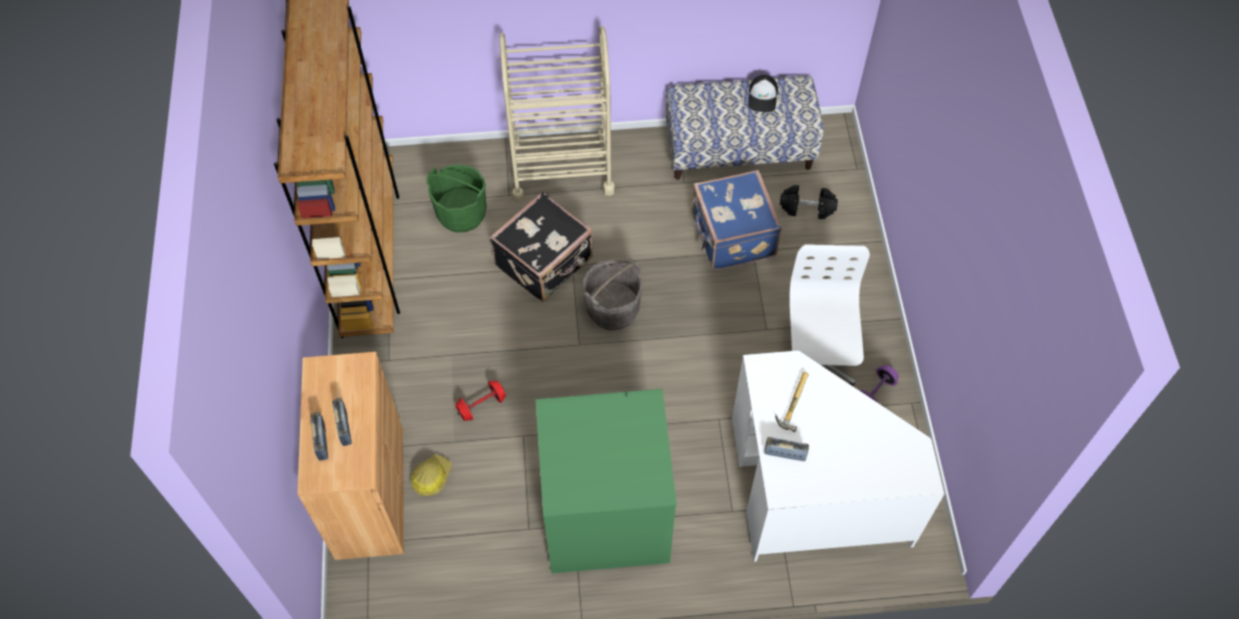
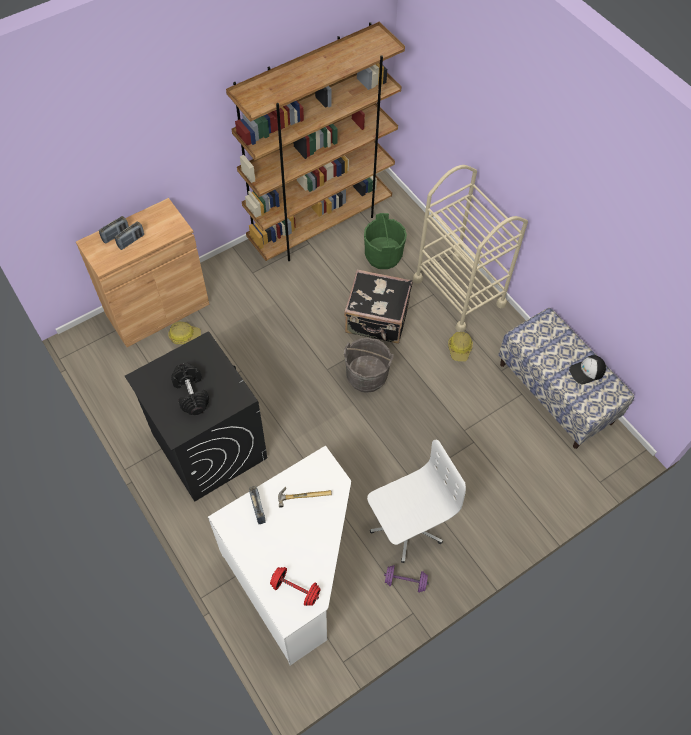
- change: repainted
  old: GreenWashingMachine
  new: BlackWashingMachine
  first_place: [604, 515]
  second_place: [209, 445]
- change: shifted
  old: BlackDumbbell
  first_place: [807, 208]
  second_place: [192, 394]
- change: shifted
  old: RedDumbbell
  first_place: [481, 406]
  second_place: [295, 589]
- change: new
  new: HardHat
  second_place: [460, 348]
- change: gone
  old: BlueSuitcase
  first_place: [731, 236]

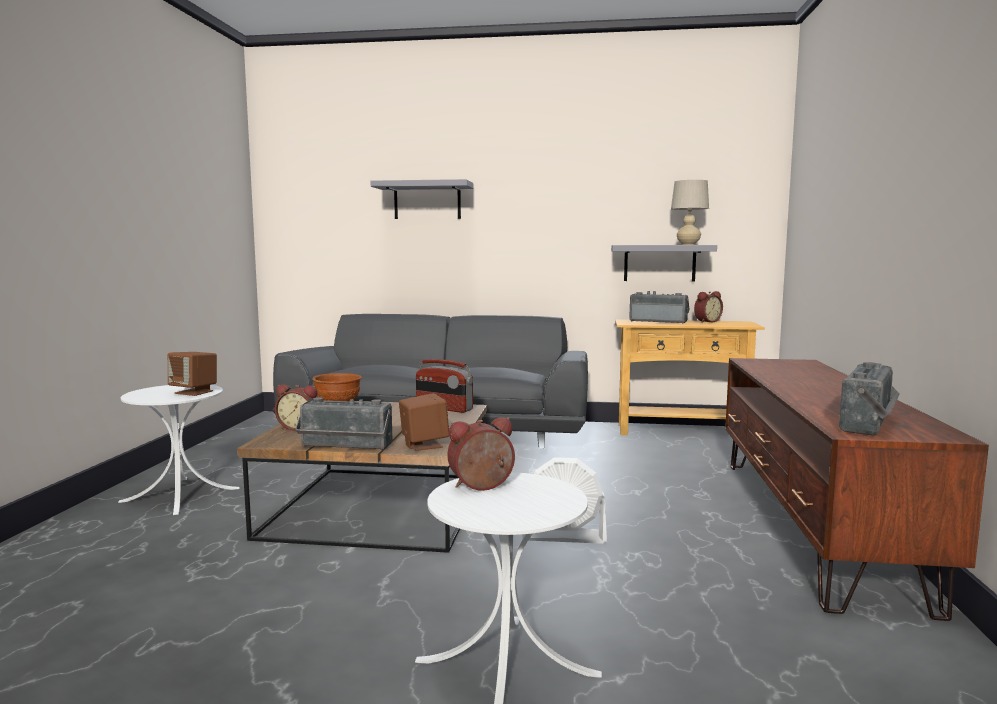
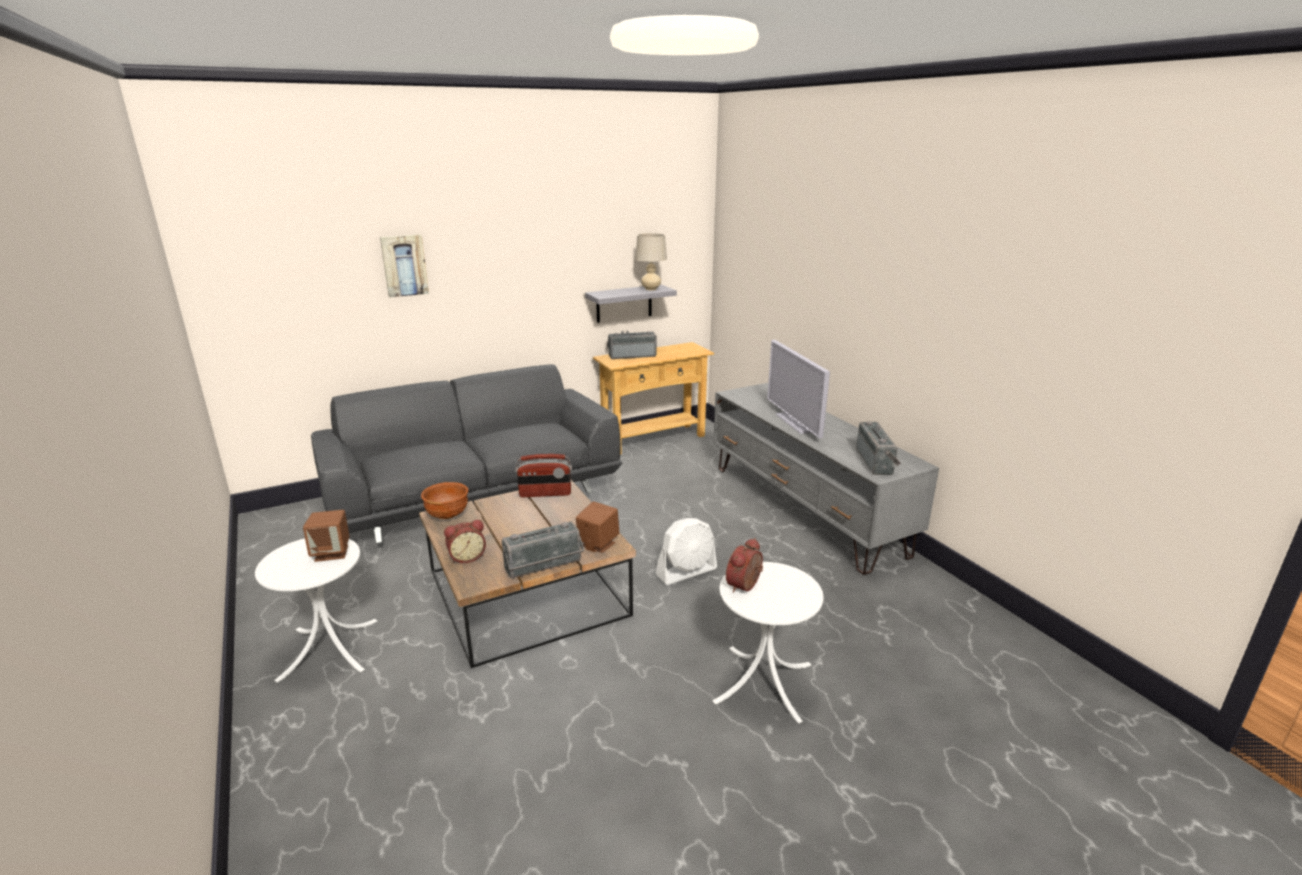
- change: swapped
  old: GreyShelf
  new: Picture
  first_place: [427, 201]
  second_place: [404, 265]
- change: repainted
  old: BrownTvStand
  new: GreyTvStand
  first_place: [812, 524]
  second_place: [805, 509]
- change: new
  new: Television
  second_place: [796, 422]
- change: gone
  old: AlarmClock
  first_place: [706, 321]

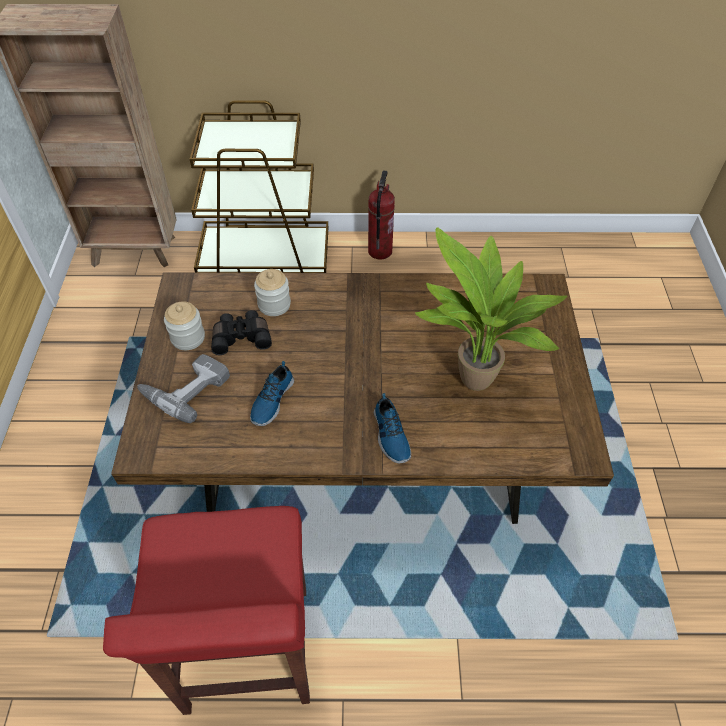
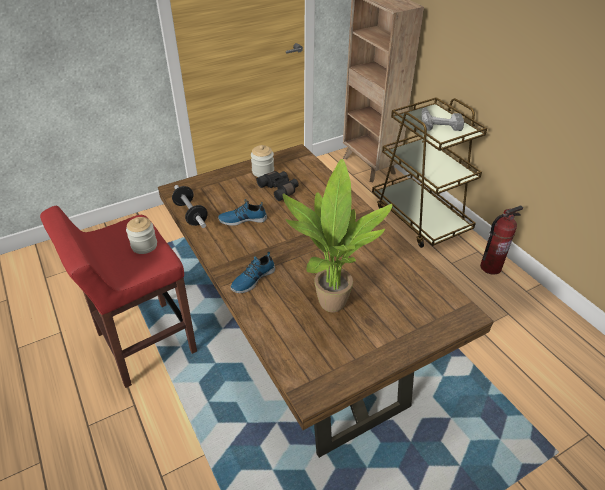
- change: shifted
  old: Jar
  first_place: [274, 305]
  second_place: [144, 246]
- change: new
  new: Dumbbell
  second_place: [191, 214]
- change: shifted
  old: PowerDrill
  first_place: [185, 388]
  second_place: [440, 123]

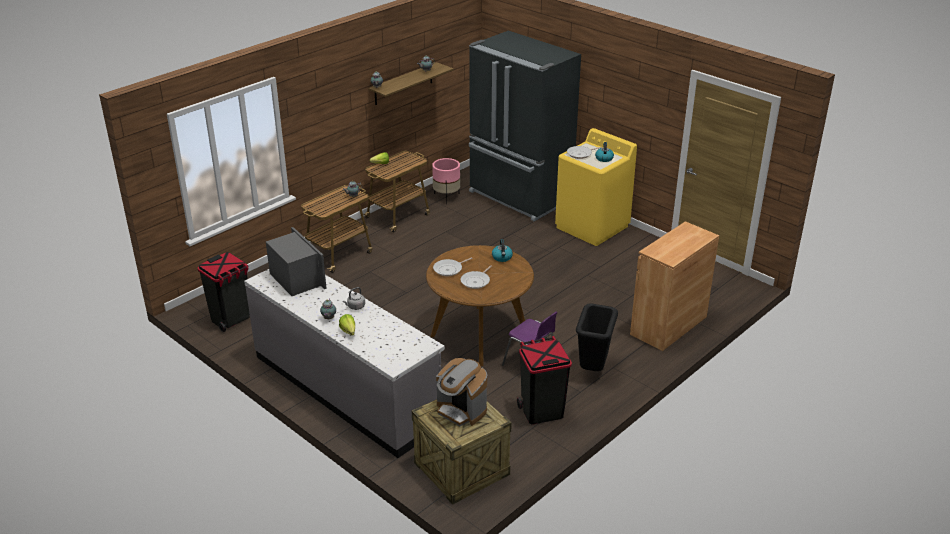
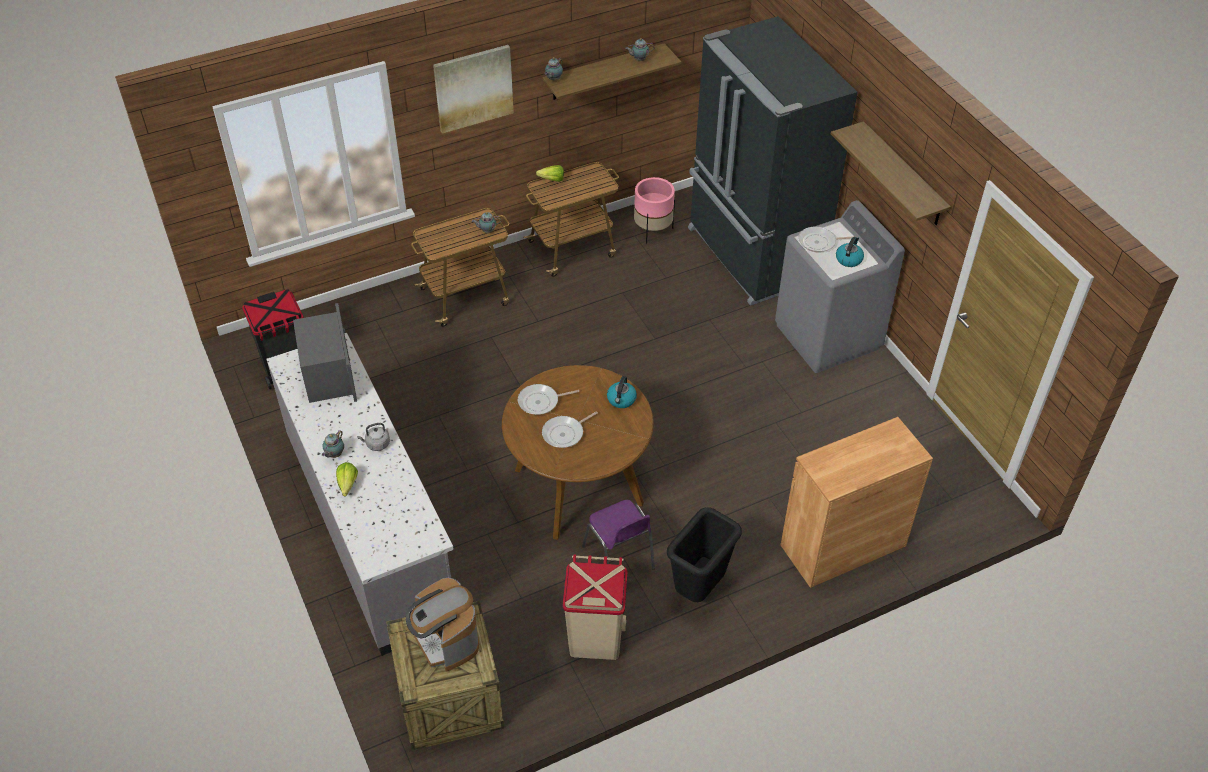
- change: new
  new: Picture
  second_place: [473, 88]
- change: repainted
  old: BlackTrashCan
  new: BeigeTrashCan
  first_place: [541, 411]
  second_place: [595, 639]
- change: repainted
  old: YellowWashingMachine
  new: GreyWashingMachine
  first_place: [592, 227]
  second_place: [828, 337]
- change: new
  new: Shelf
  second_place: [903, 175]

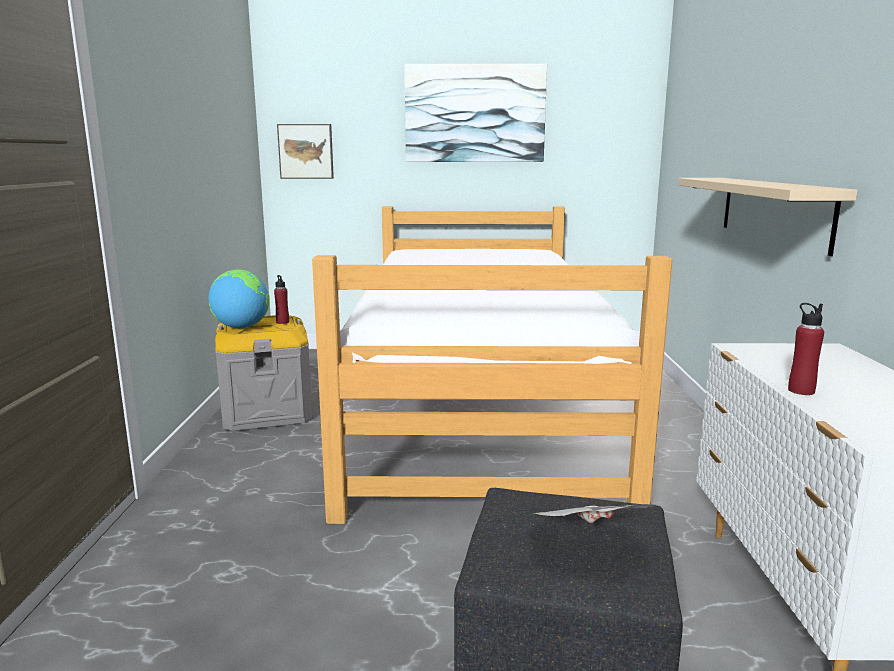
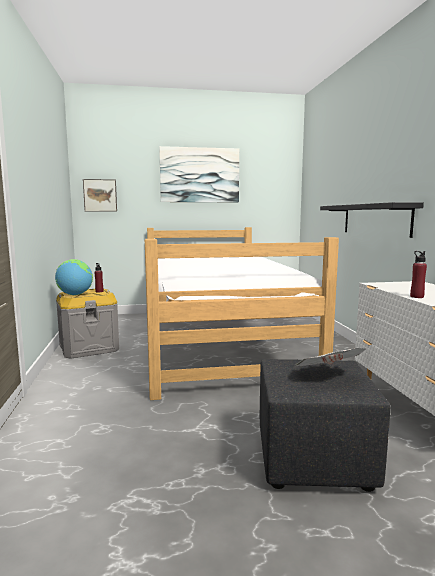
- change: repainted
  old: BeigeShelf
  new: BlackShelf
  first_place: [773, 211]
  second_place: [375, 219]

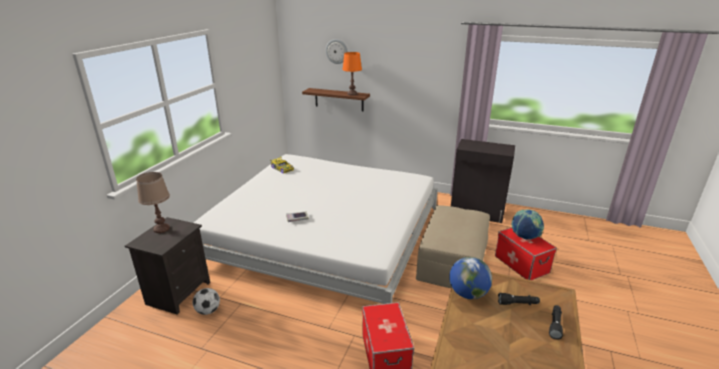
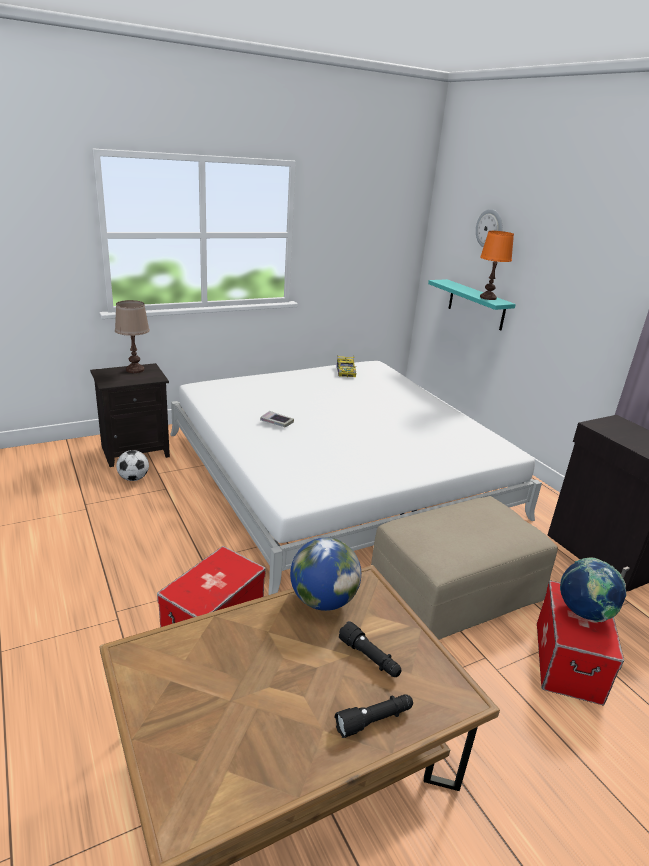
- change: repainted
  old: BrownShelf
  new: TurquoiseShelf
  first_place: [339, 99]
  second_place: [476, 304]

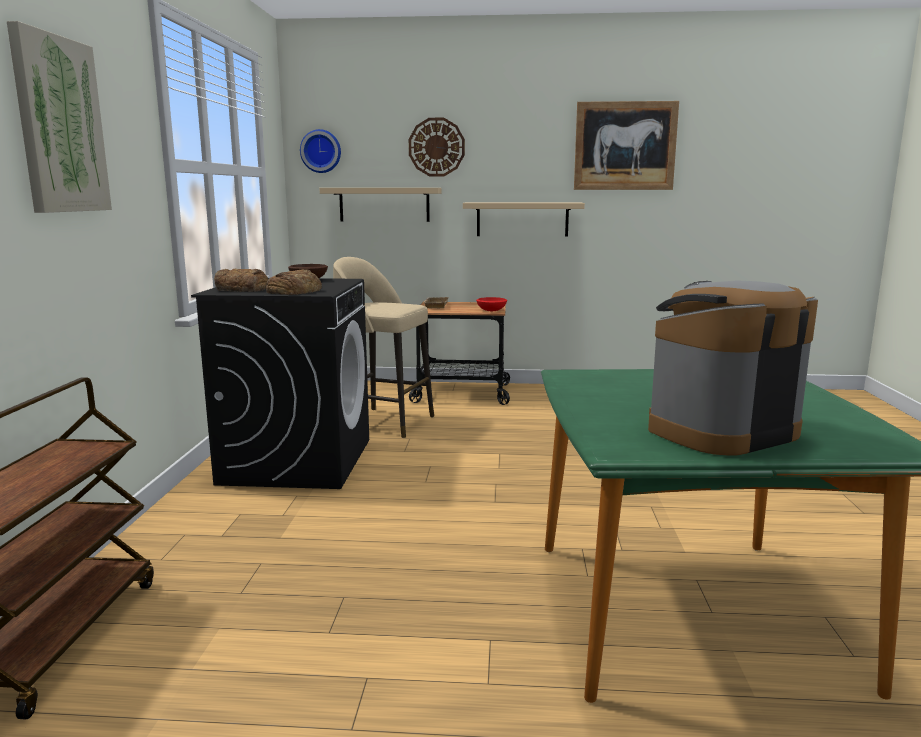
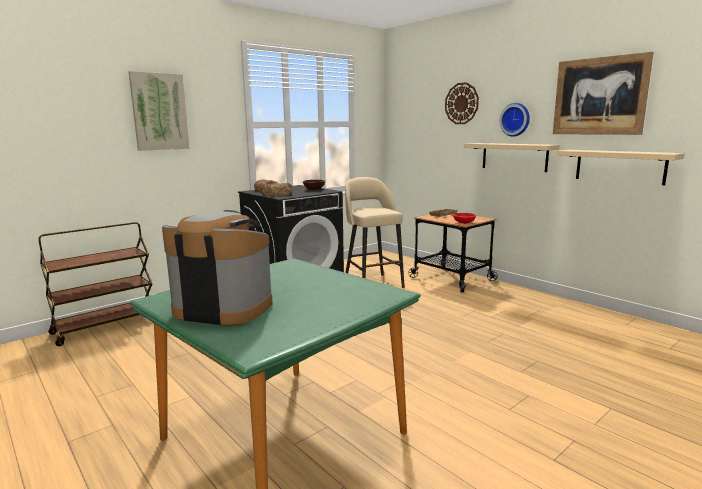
- change: shifted
  old: WallClock
  first_place: [321, 151]
  second_place: [515, 119]
- change: shifted
  old: BeigeShelf
  first_place: [384, 204]
  second_place: [619, 166]

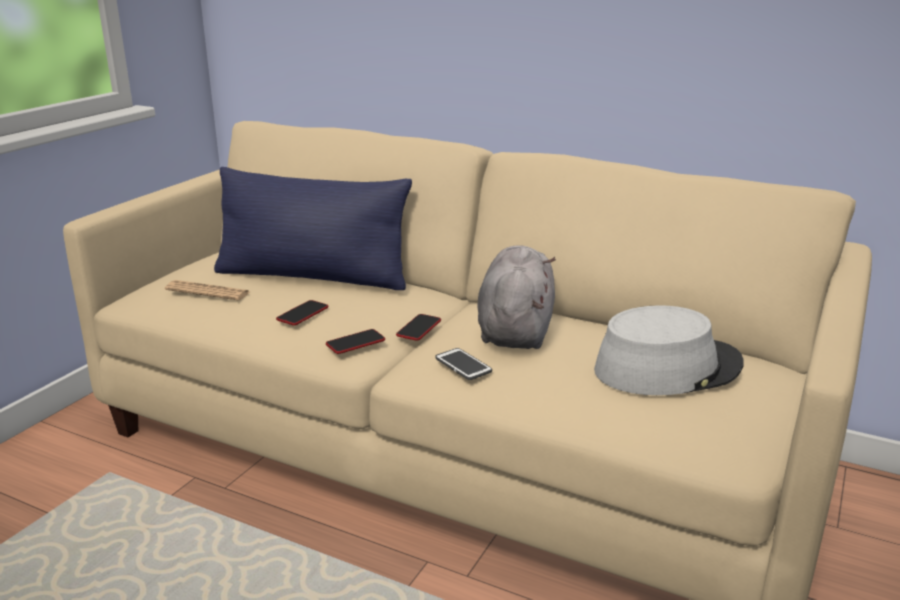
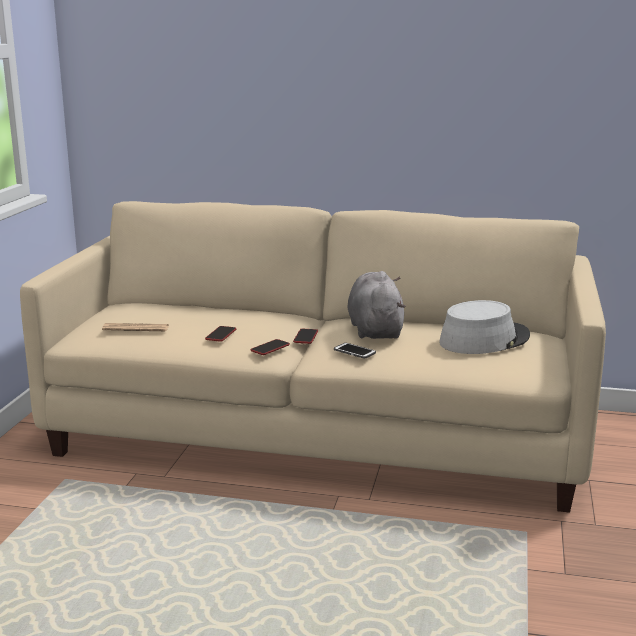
- change: gone
  old: BluePillow
  first_place: [312, 276]

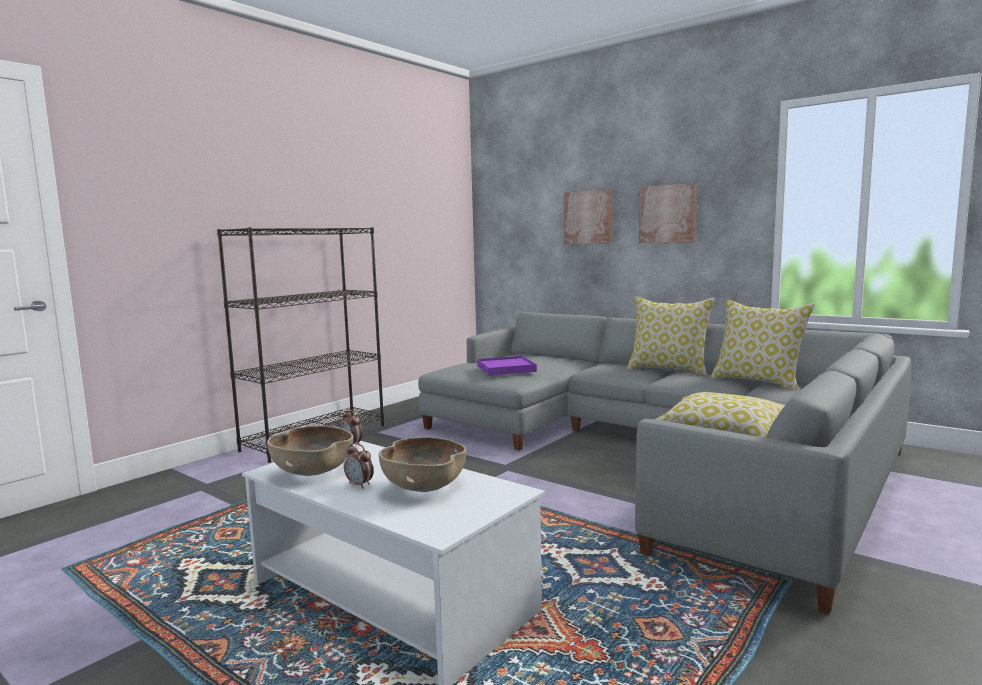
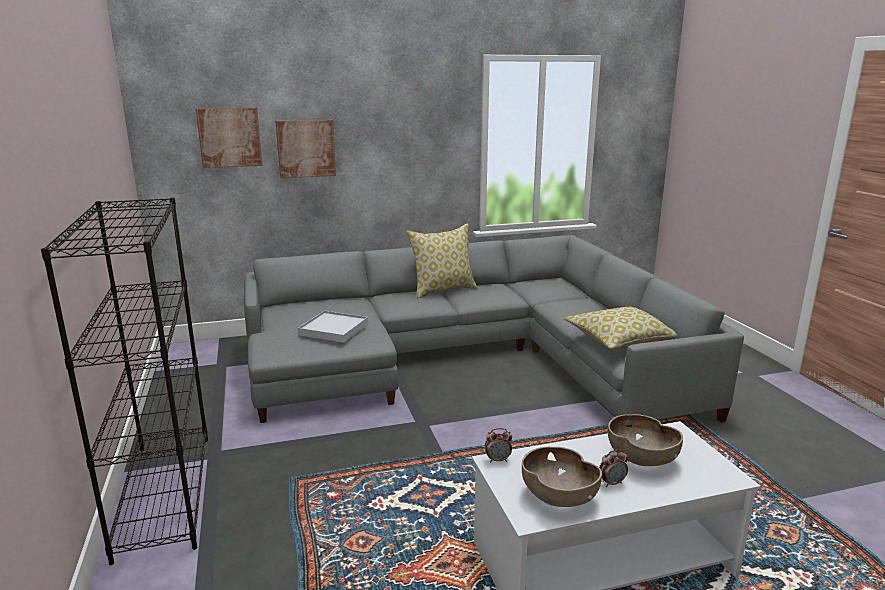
- change: shifted
  old: Picture
  first_place: [667, 214]
  second_place: [229, 137]
- change: repainted
  old: PurpleTray
  new: WhiteTray
  first_place: [506, 369]
  second_place: [334, 329]
- change: gone
  old: Pillow
  first_place: [758, 382]

